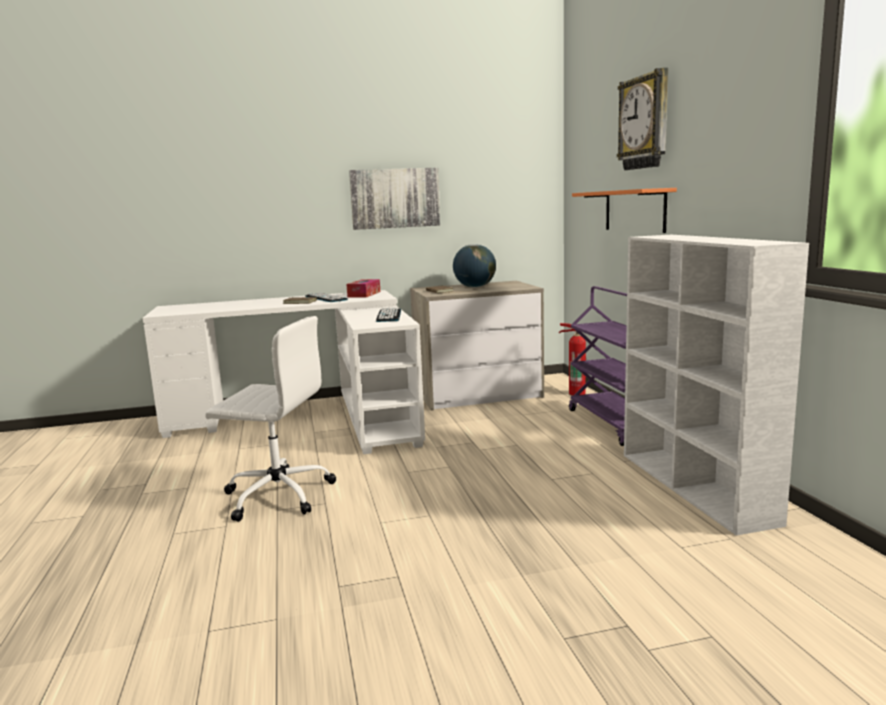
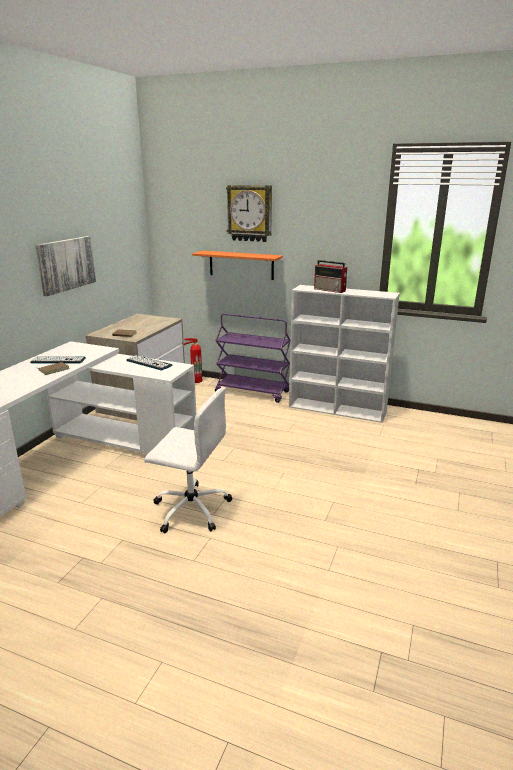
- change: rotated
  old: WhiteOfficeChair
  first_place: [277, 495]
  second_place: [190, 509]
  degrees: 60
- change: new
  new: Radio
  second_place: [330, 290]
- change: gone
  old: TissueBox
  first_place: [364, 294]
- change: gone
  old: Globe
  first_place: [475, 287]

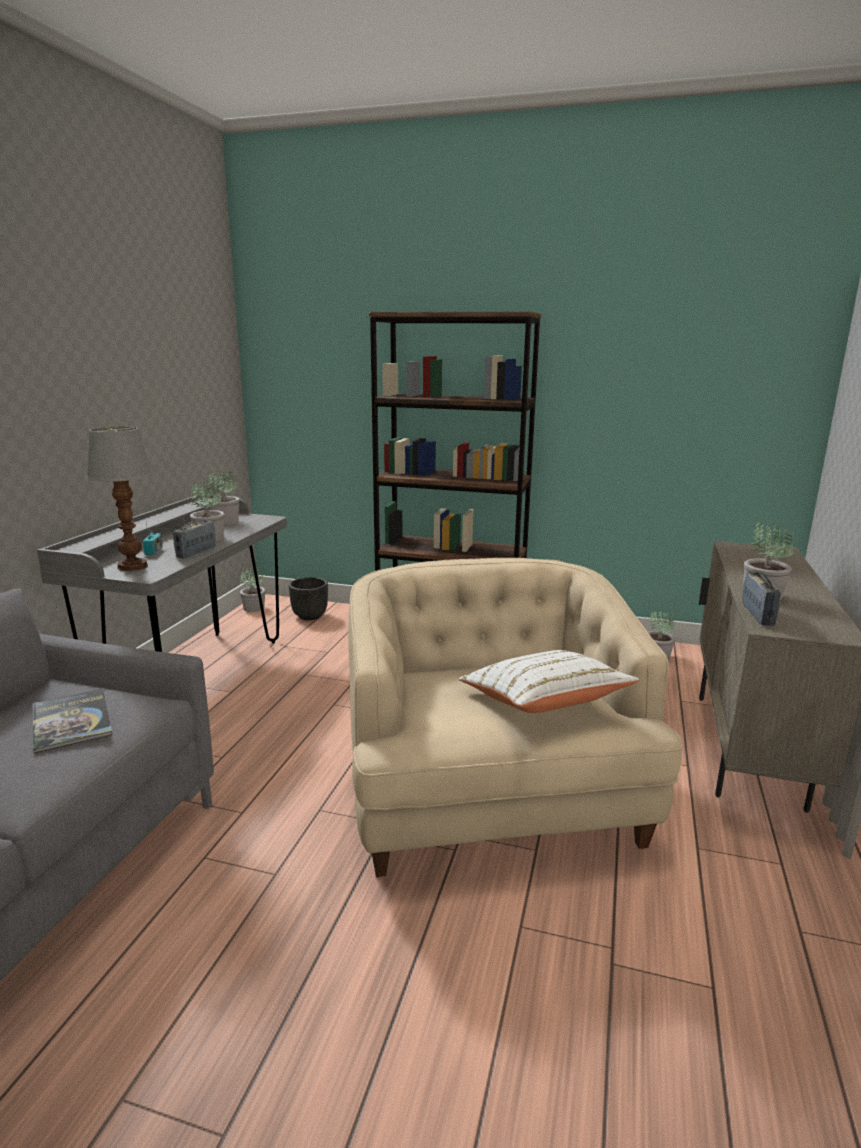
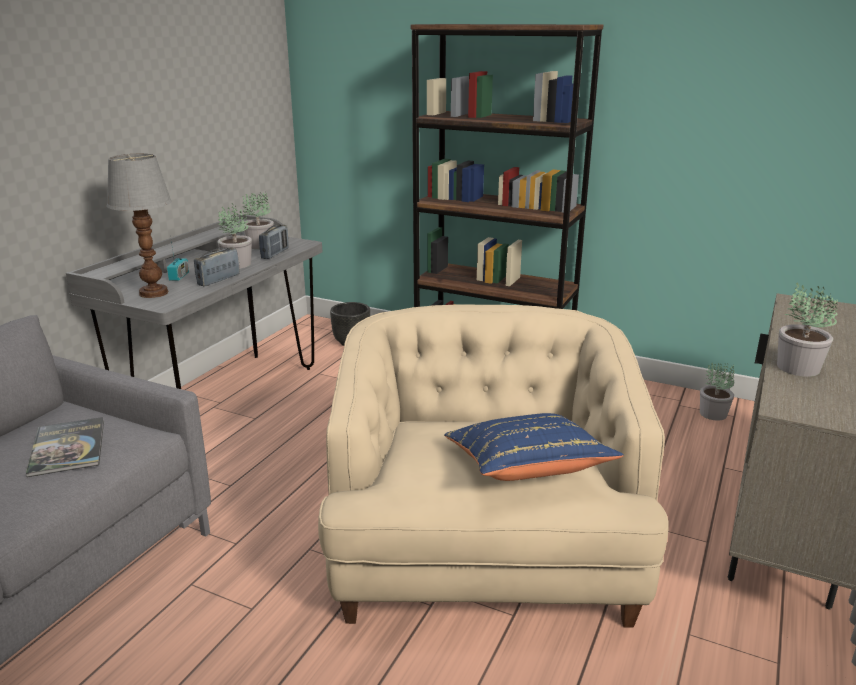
- change: shifted
  old: Radio
  first_place: [757, 615]
  second_place: [275, 254]
- change: repainted
  old: WhitePillow
  new: BluePillow
  first_place: [543, 704]
  second_place: [526, 469]
- change: gone
  old: PottedPlant
  first_place: [254, 608]

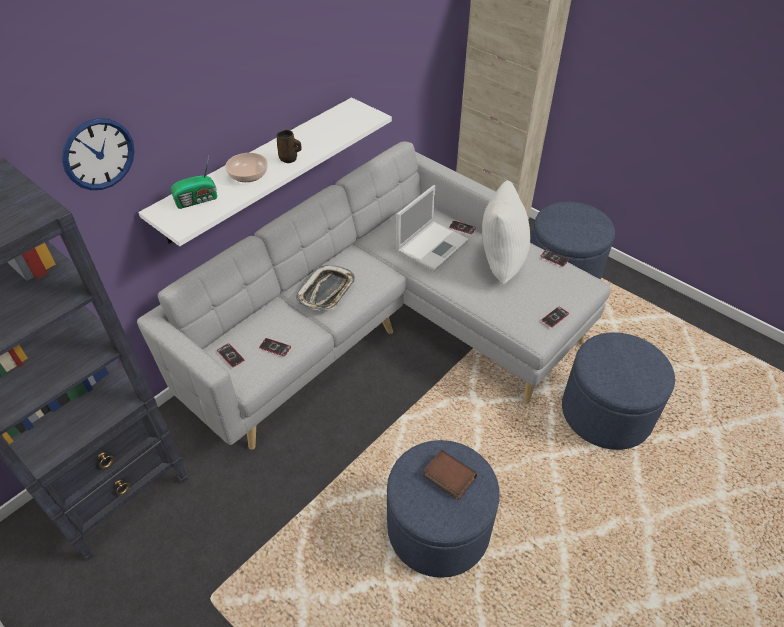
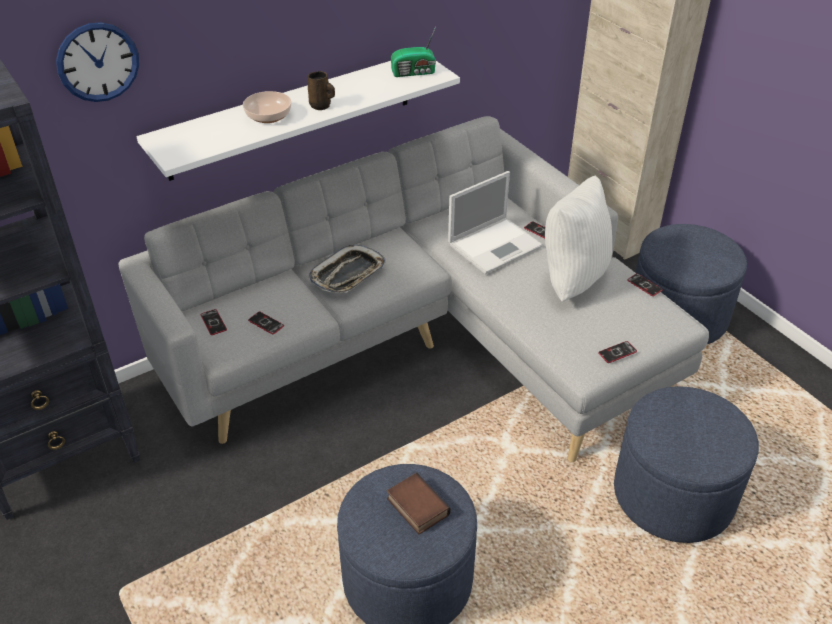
- change: shifted
  old: Radio
  first_place: [198, 200]
  second_place: [414, 72]

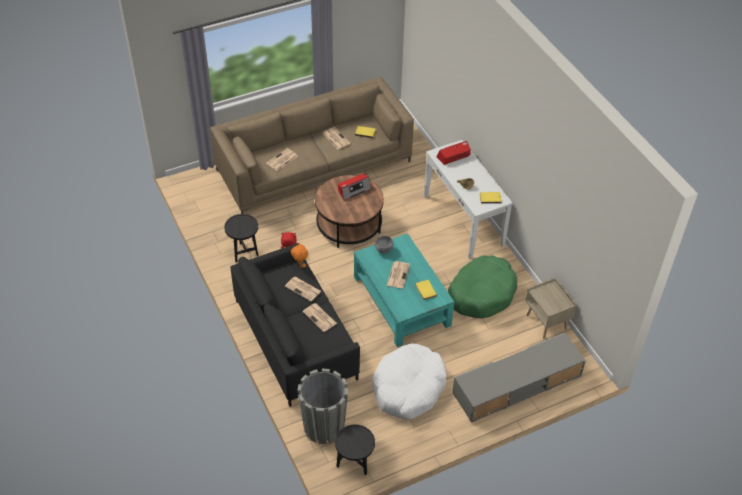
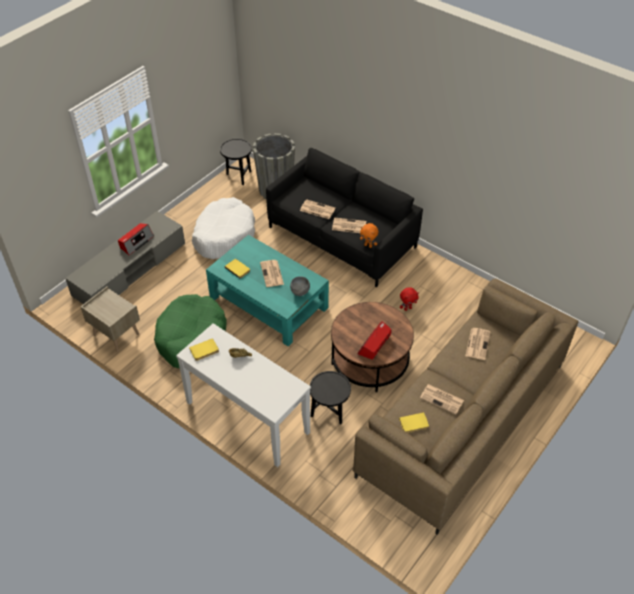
- change: shifted
  old: Radio
  first_place: [453, 156]
  second_place: [136, 242]
- change: shifted
  old: BlackSideTable
  first_place: [244, 251]
  second_place: [329, 414]

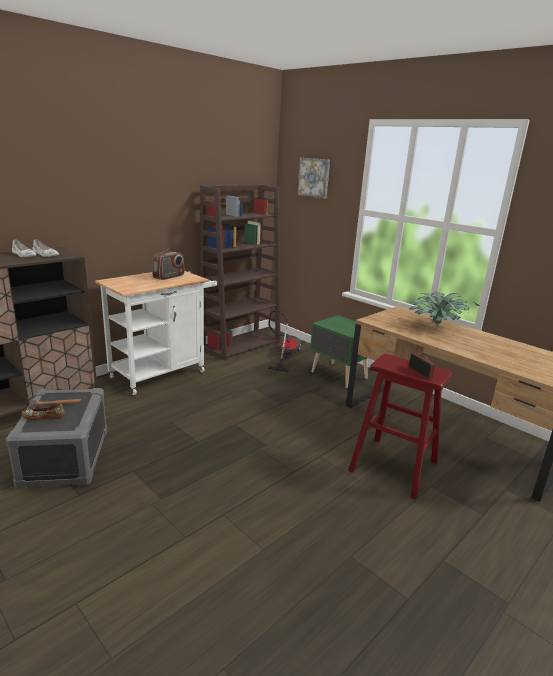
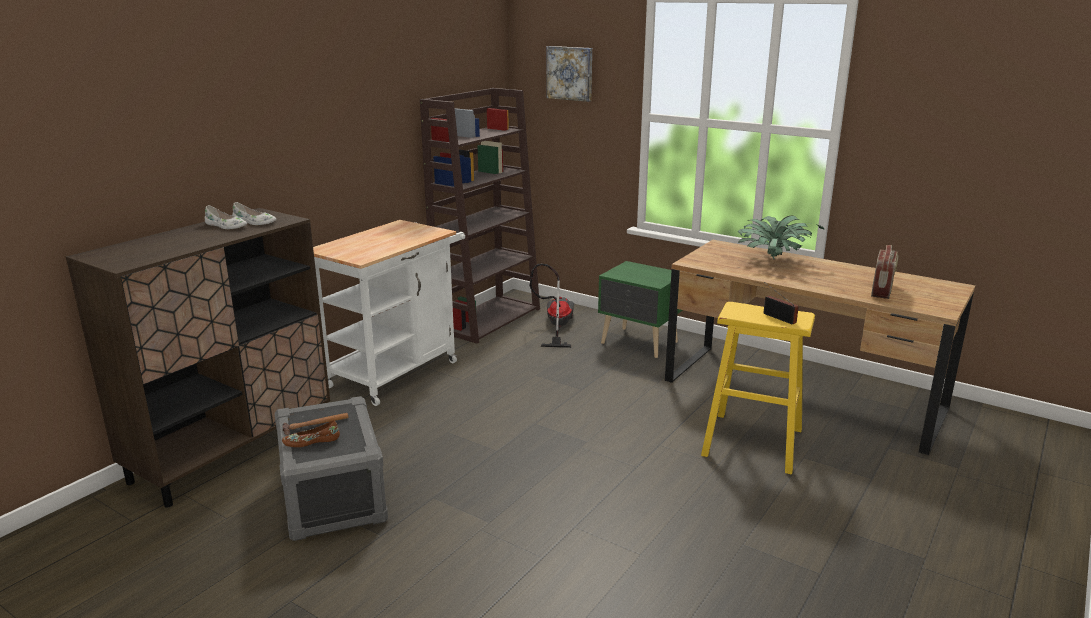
- change: repainted
  old: RedStool
  new: YellowStool
  first_place: [393, 466]
  second_place: [752, 442]
- change: shifted
  old: Radio
  first_place: [169, 277]
  second_place: [882, 291]

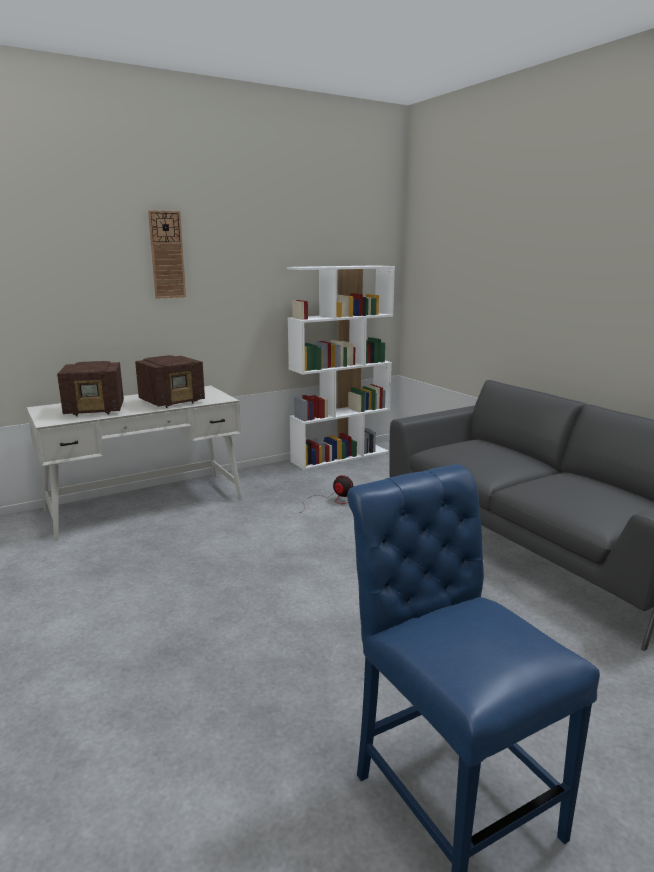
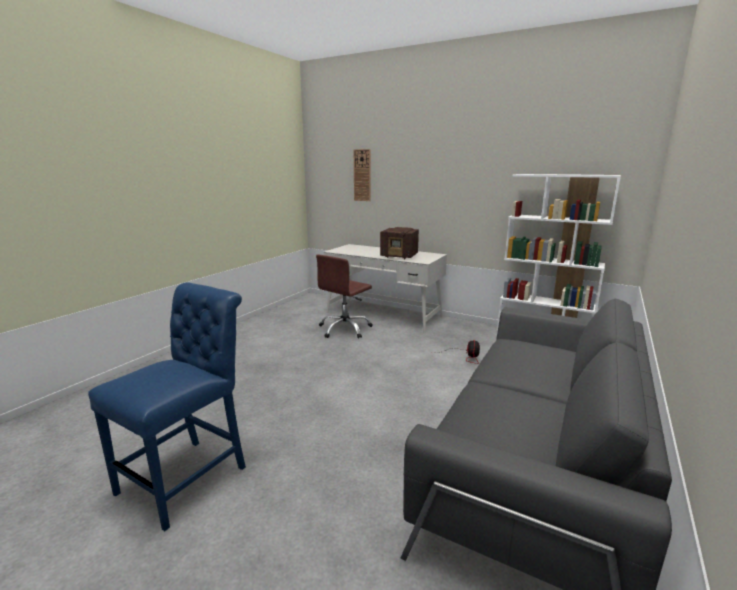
- change: new
  new: BrownOfficeChair
  second_place: [345, 329]
- change: shifted
  old: WallClock
  first_place: [167, 255]
  second_place: [362, 175]
- change: gone
  old: Radio
  first_place: [96, 410]

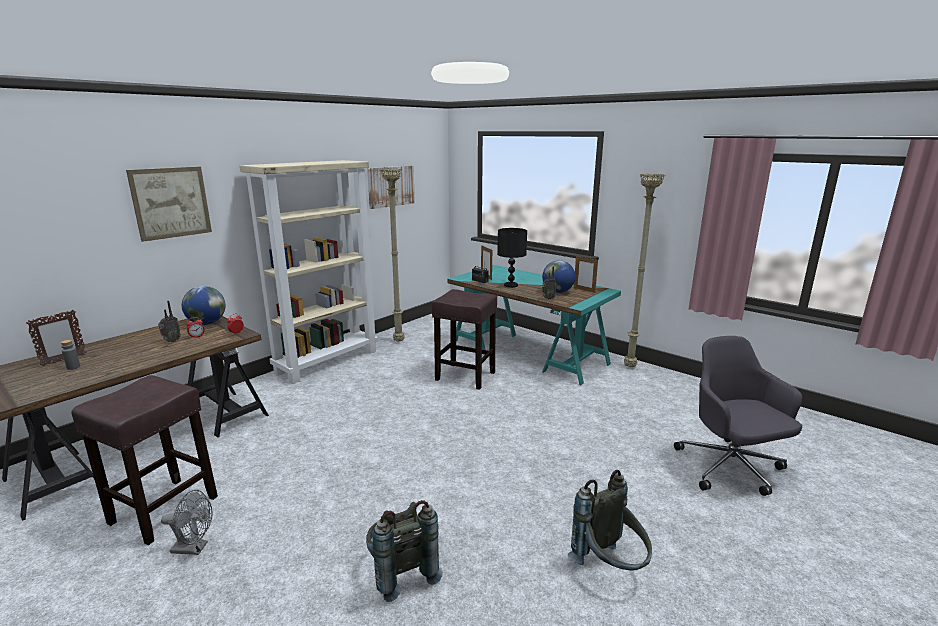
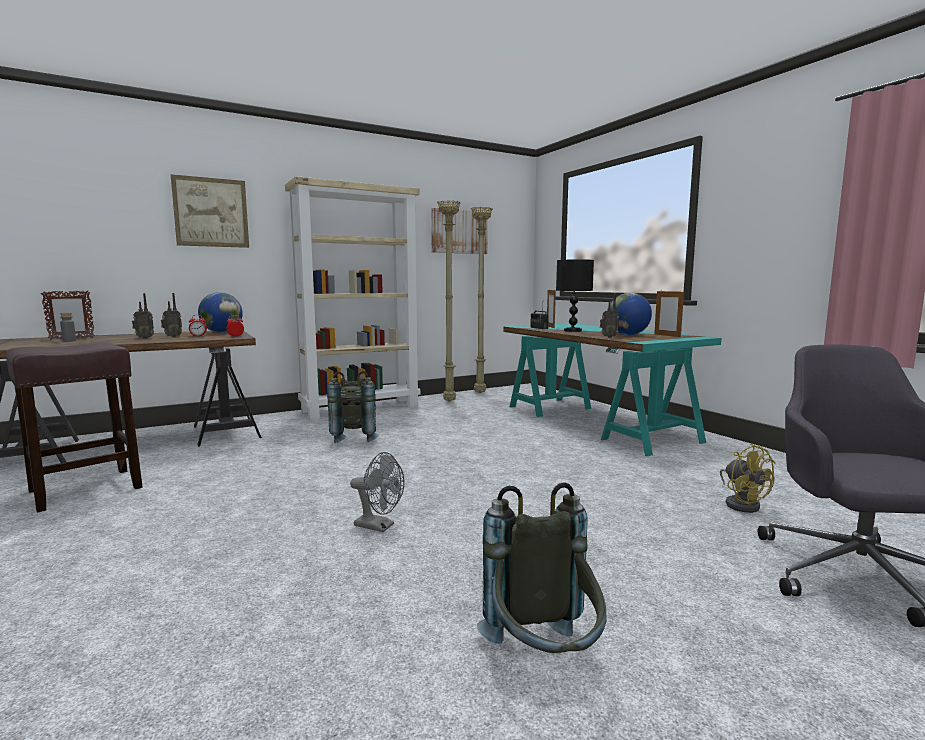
- change: new
  new: Radio
  second_place: [145, 338]
- change: shifted
  old: GreyBackpack
  first_place: [401, 571]
  second_place: [354, 437]
- change: shifted
  old: GreyFan
  first_place: [194, 548]
  second_place: [379, 526]
- change: shifted
  old: BeigeFloorLamp
  first_place: [629, 366]
  second_place: [480, 393]
- change: new
  new: YellowFan
  second_place: [742, 504]
- change: gone
  old: BrownStool
  first_place: [464, 376]

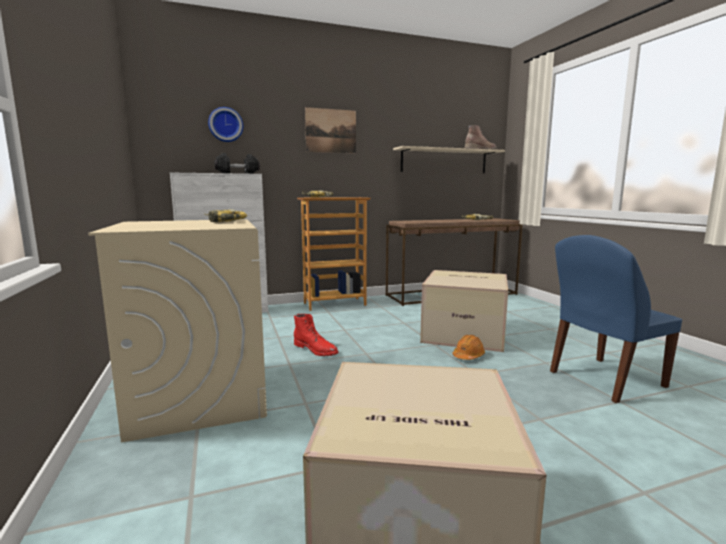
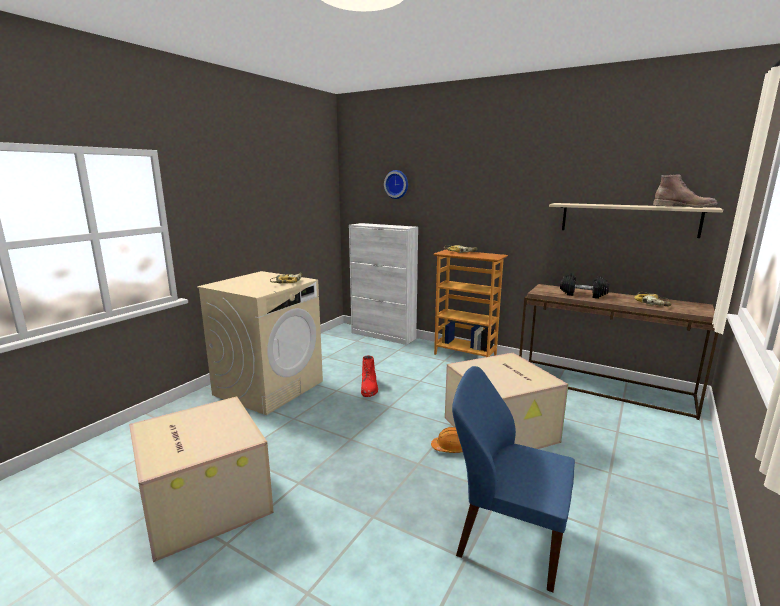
- change: shifted
  old: BlackDumbbell
  first_place: [237, 173]
  second_place: [583, 294]
- change: gone
  old: Picture
  first_place: [331, 131]

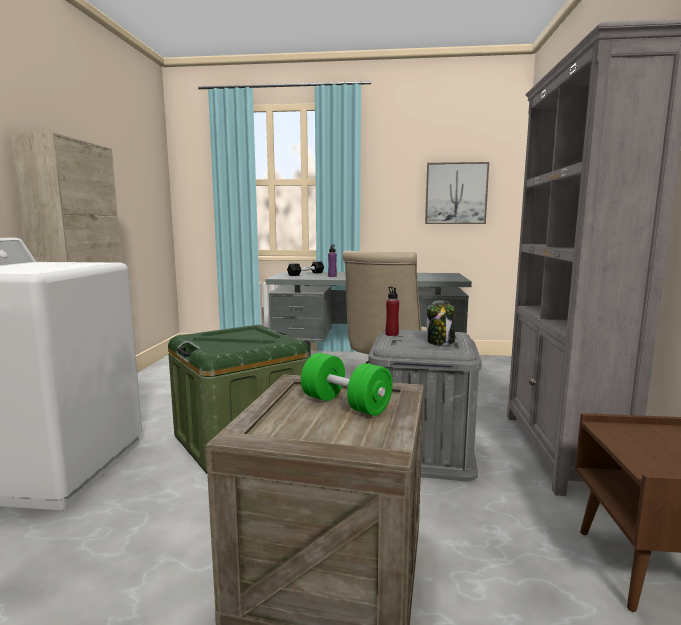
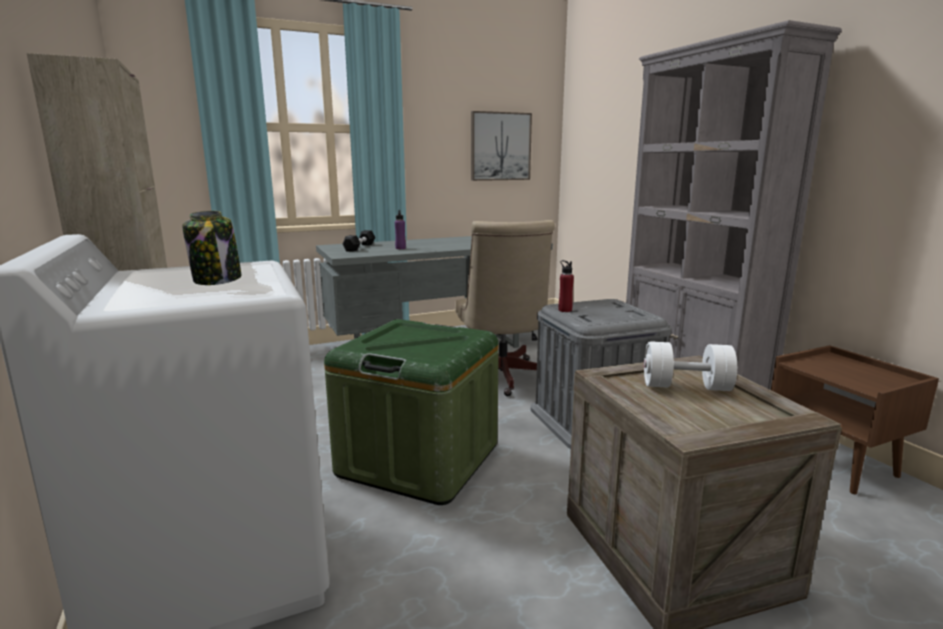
- change: shifted
  old: Jar
  first_place: [440, 342]
  second_place: [217, 280]
- change: repainted
  old: GreenDumbbell
  new: WhiteDumbbell
  first_place: [346, 404]
  second_place: [686, 386]

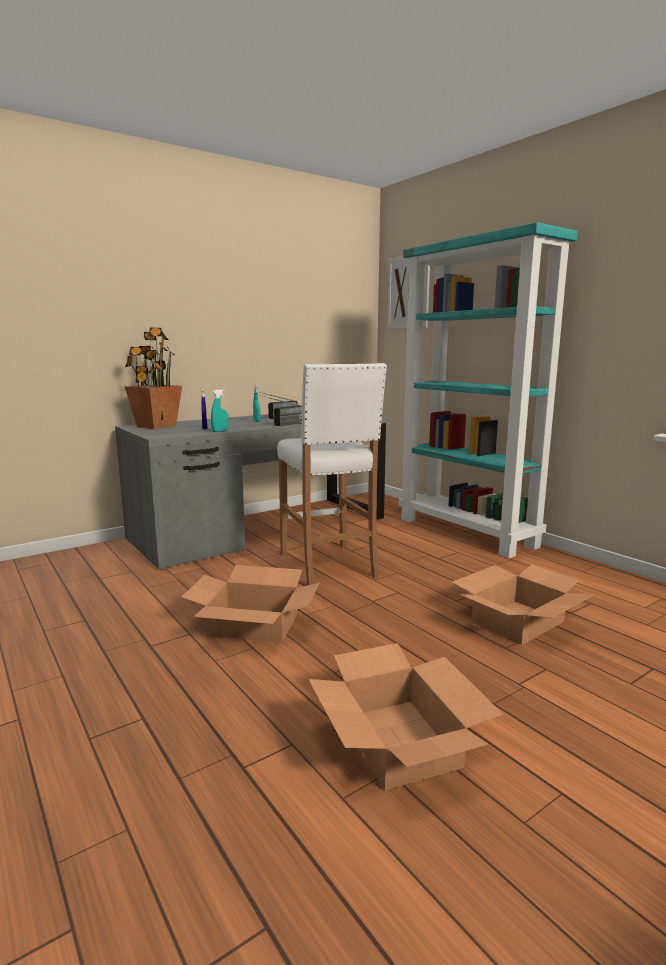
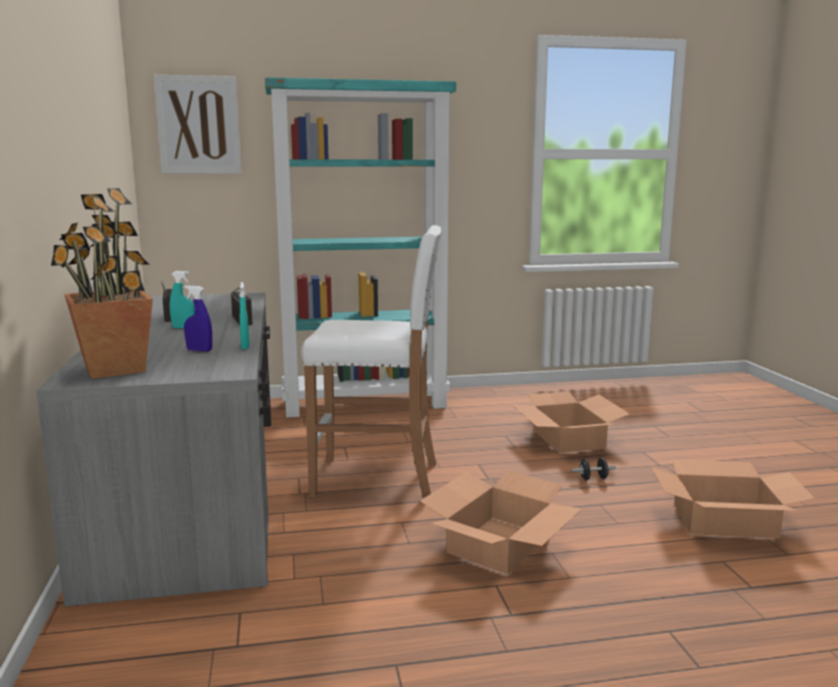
- change: new
  new: BlackDumbbell
  second_place: [593, 478]

